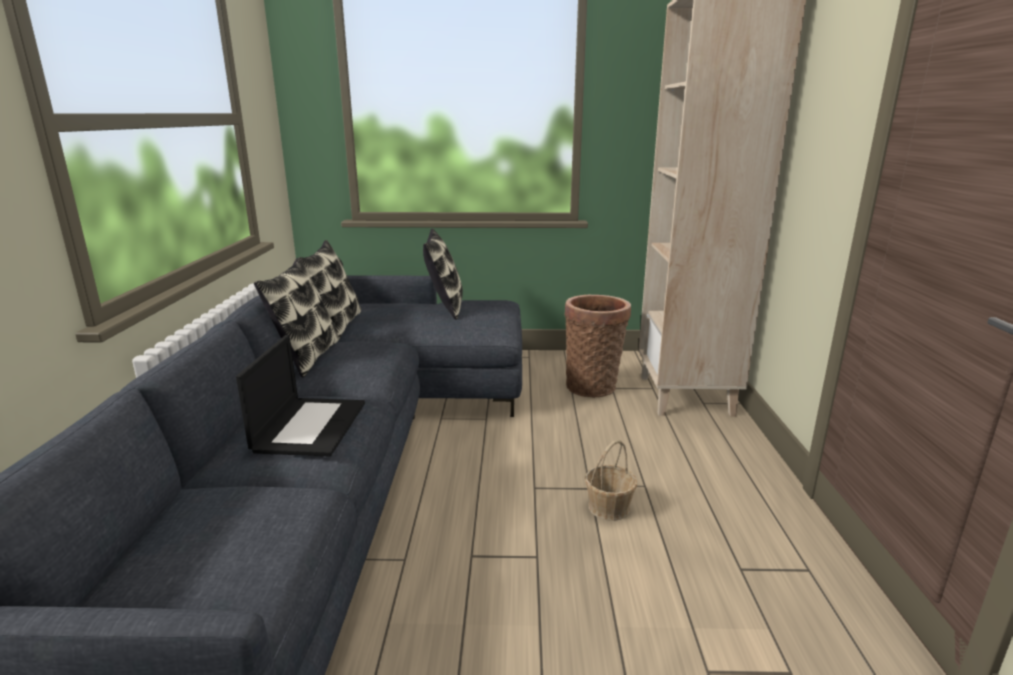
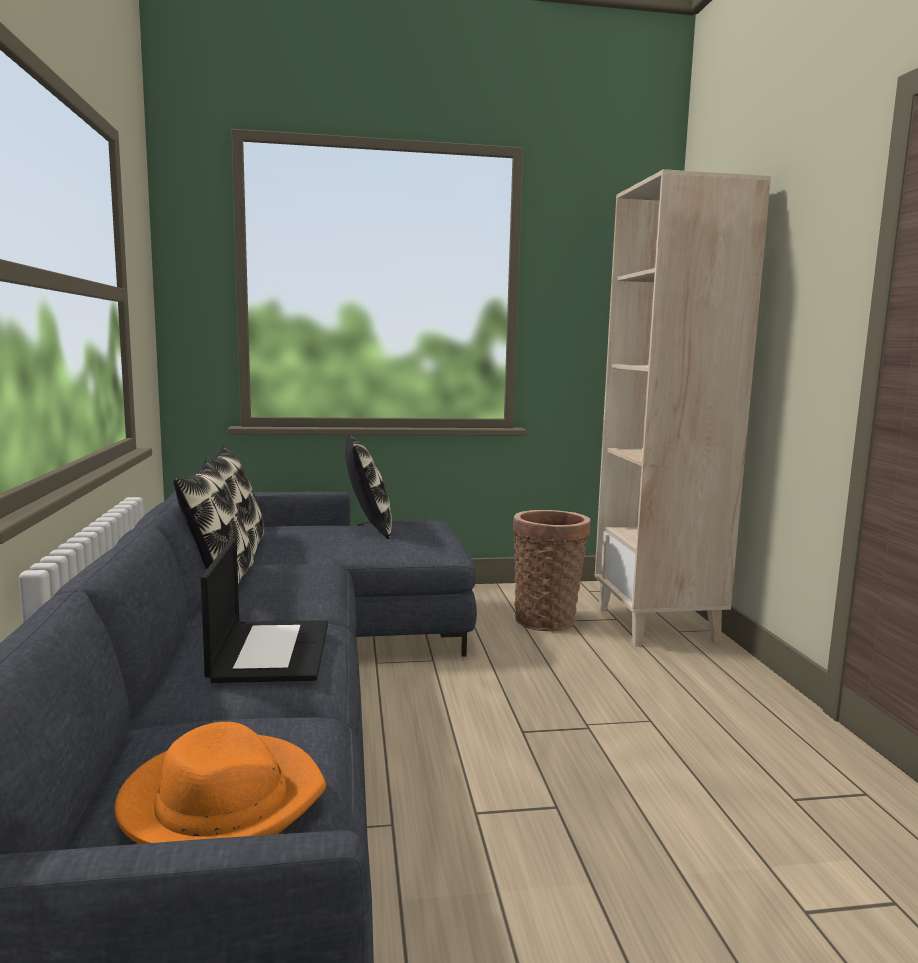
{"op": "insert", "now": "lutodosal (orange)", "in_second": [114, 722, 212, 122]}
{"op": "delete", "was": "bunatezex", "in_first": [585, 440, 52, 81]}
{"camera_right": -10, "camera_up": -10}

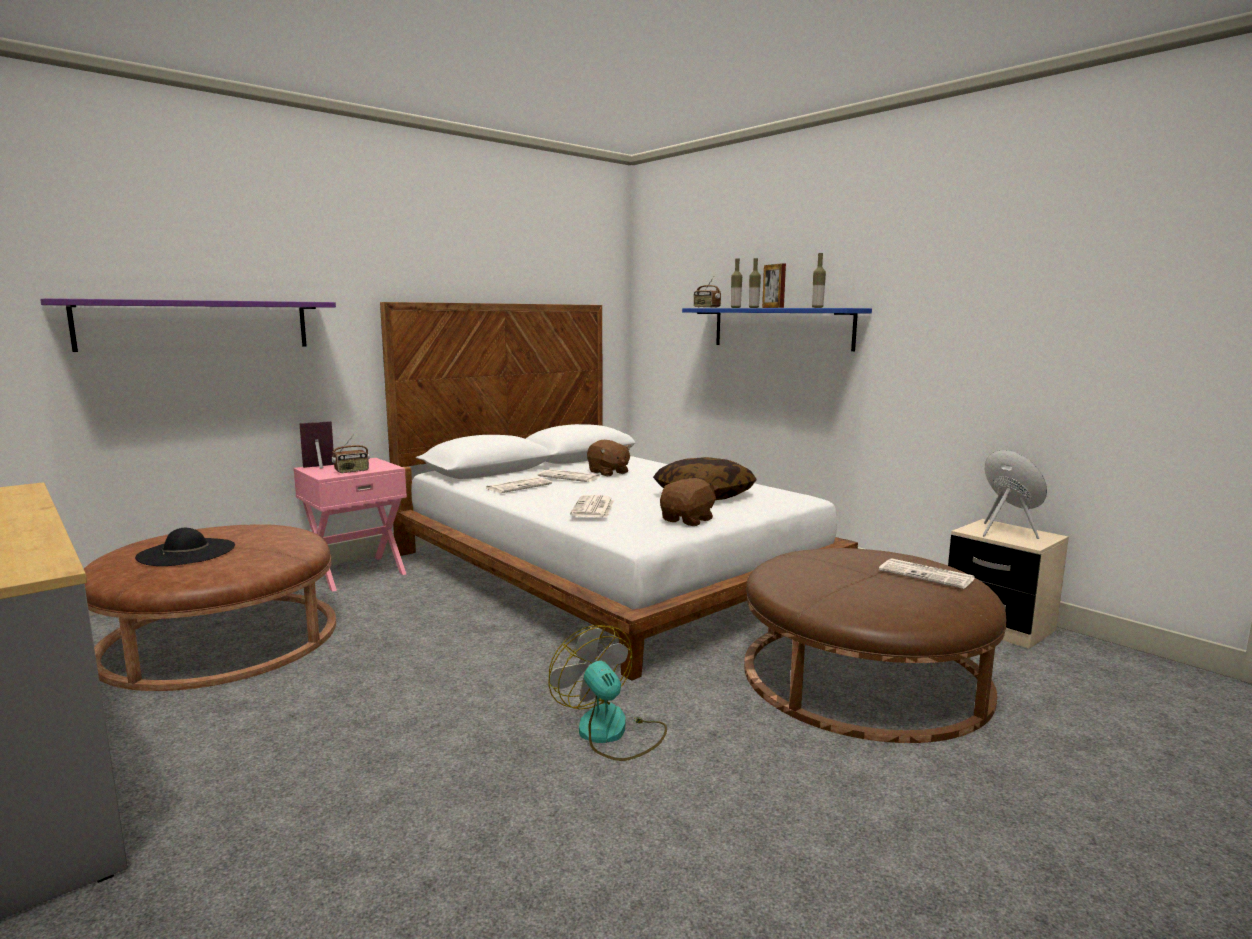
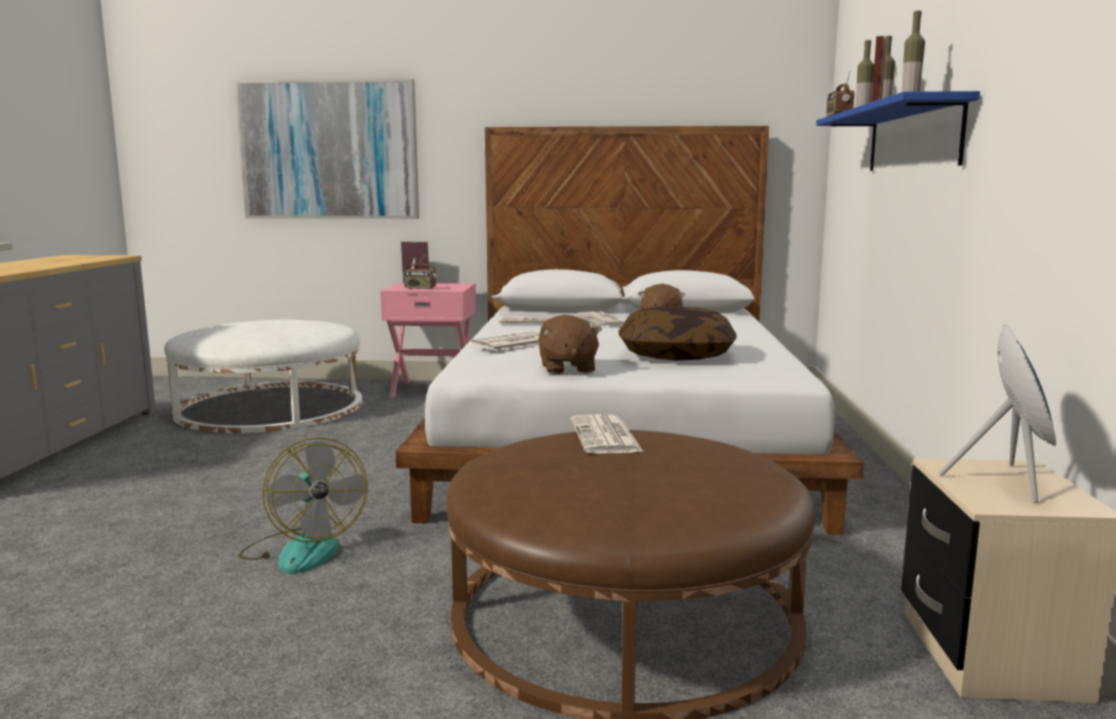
{"op": "recolor", "was": "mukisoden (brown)", "now": "mukisoden (white)", "in_first": [84, 524, 252, 167], "in_second": [164, 320, 198, 113]}
{"op": "replace", "was": "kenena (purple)", "now": "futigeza", "in_first": [40, 298, 296, 54], "in_second": [235, 79, 184, 140]}
{"op": "rotate", "was": "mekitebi", "in_first": [548, 625, 119, 136], "in_second": [238, 437, 130, 137], "clockwise": 135}
{"op": "rotate", "was": "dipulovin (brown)", "in_first": [660, 478, 58, 48], "in_second": [538, 315, 64, 59], "clockwise": 90}
{"op": "move", "was": "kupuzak", "in_first": [879, 558, 96, 31], "in_second": [571, 414, 72, 40]}
{"op": "delete", "was": "lutodosal (black)", "in_first": [135, 528, 100, 38]}
{"camera_right": 45, "camera_up": 0}

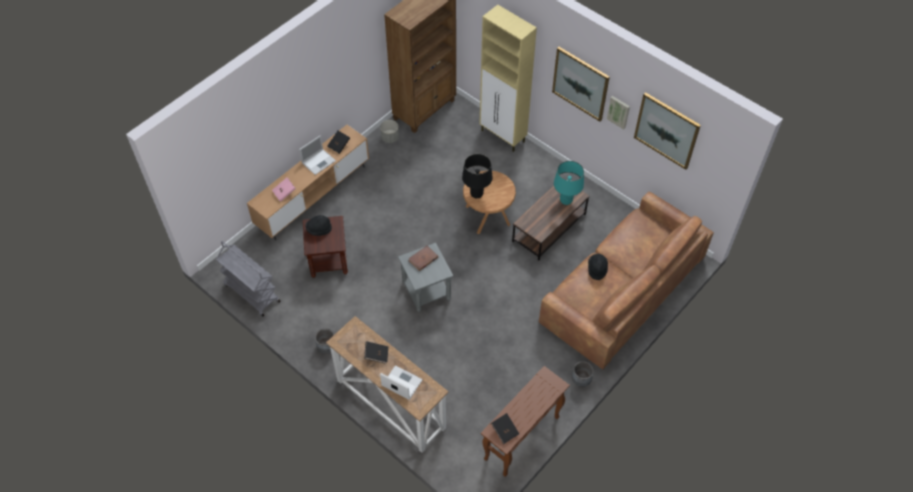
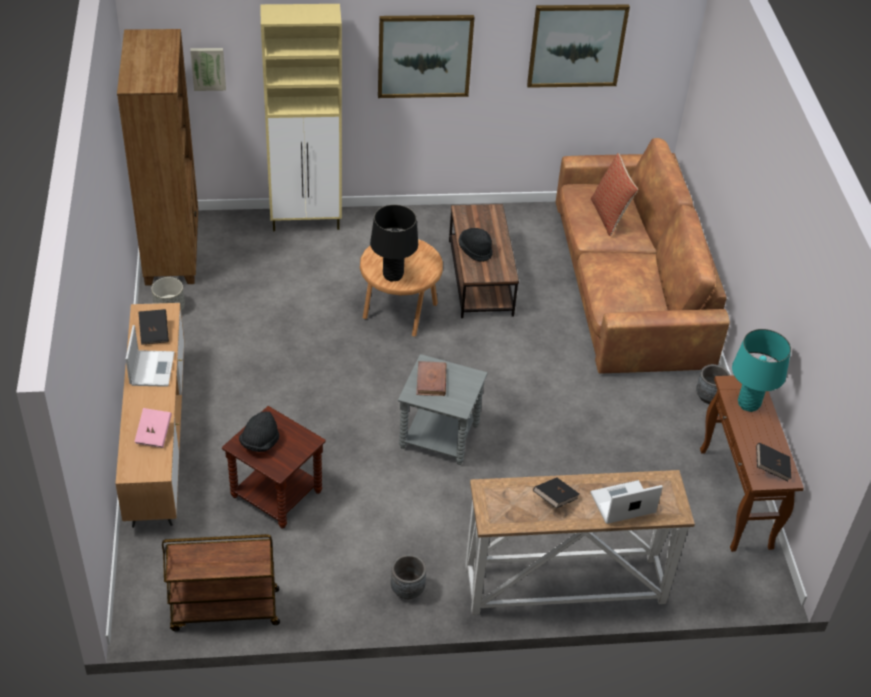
{"op": "recolor", "was": "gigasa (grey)", "now": "gigasa (brown)", "in_first": [216, 241, 64, 76], "in_second": [162, 534, 118, 97]}
{"op": "move", "was": "futigeza", "in_first": [607, 96, 23, 34], "in_second": [190, 48, 36, 43]}
{"op": "move", "was": "lutodosal (black)", "in_first": [588, 254, 20, 26], "in_second": [459, 228, 34, 34]}
{"op": "insert", "now": "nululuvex", "in_second": [591, 153, 47, 83]}
{"op": "move", "was": "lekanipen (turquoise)", "in_first": [554, 161, 30, 44], "in_second": [732, 329, 59, 83]}
{"camera_right": -50, "camera_up": -10}

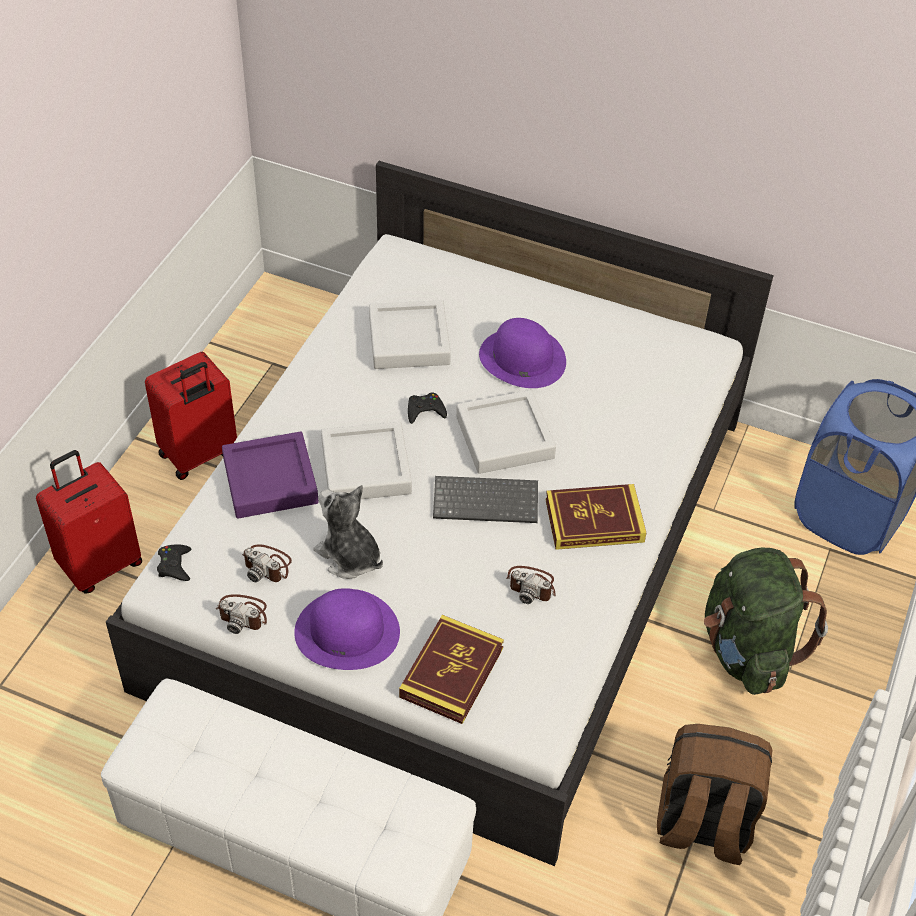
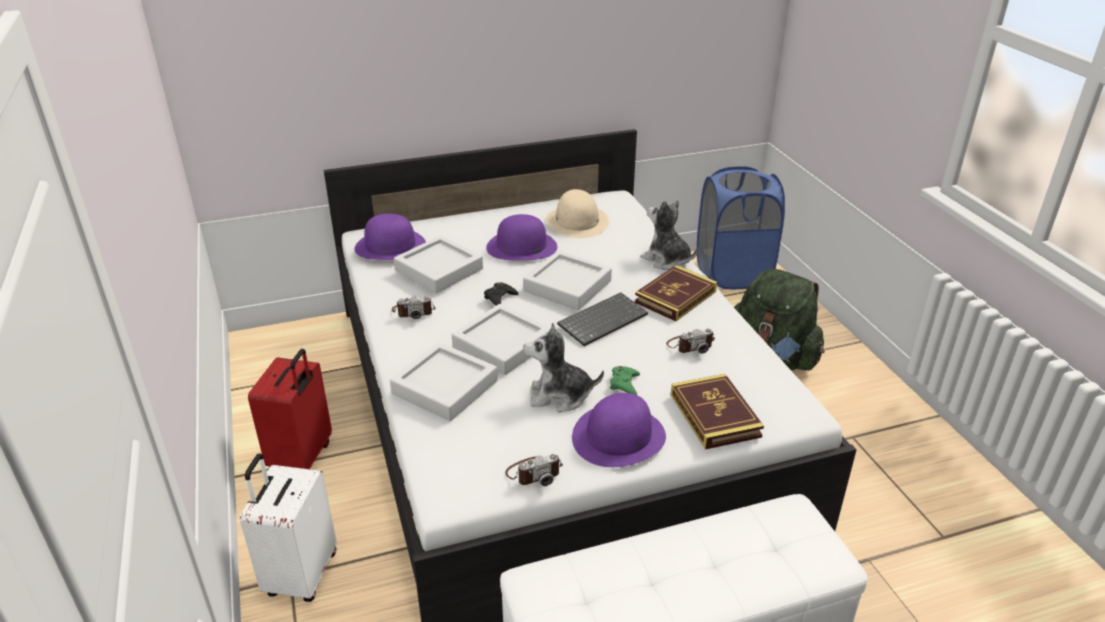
{"op": "recolor", "was": "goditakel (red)", "now": "goditakel (white)", "in_first": [36, 450, 106, 143], "in_second": [240, 453, 96, 149]}
{"op": "insert", "now": "lutodosal (purple)", "in_second": [355, 214, 71, 46]}
{"op": "recolor", "was": "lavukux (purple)", "now": "lavukux (grey)", "in_first": [222, 431, 97, 88], "in_second": [390, 342, 108, 79]}
{"op": "move", "was": "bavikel", "in_first": [242, 544, 50, 39], "in_second": [392, 296, 43, 23]}
{"op": "insert", "now": "lutodosal (beige)", "in_second": [546, 189, 63, 49]}
{"op": "insert", "now": "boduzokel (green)", "in_second": [610, 366, 30, 29]}
{"op": "insert", "now": "dipulovin", "in_second": [640, 200, 58, 70]}
{"op": "delete", "was": "boduzokel (black)", "in_first": [157, 544, 34, 37]}
{"op": "delete", "was": "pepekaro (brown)", "in_first": [657, 724, 115, 141]}
{"camera_right": -40, "camera_up": -15}

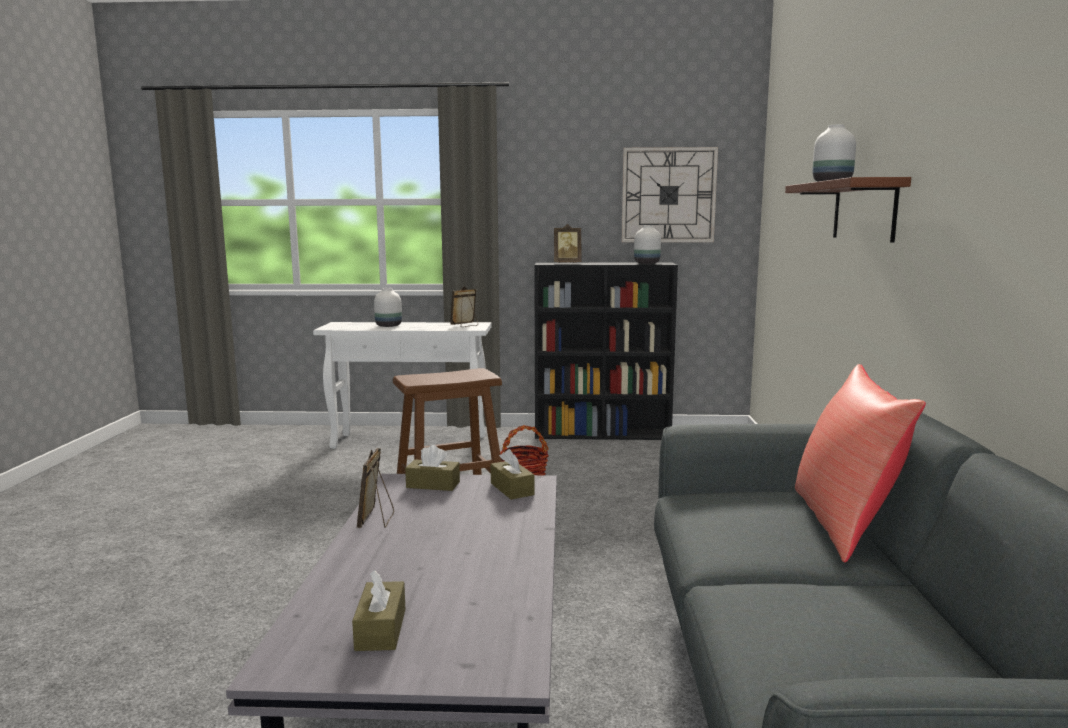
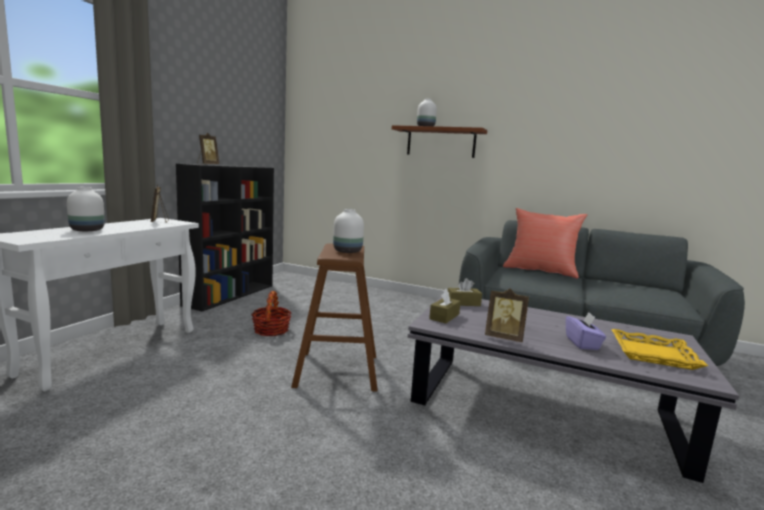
{"op": "move", "was": "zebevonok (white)", "in_first": [634, 225, 27, 39], "in_second": [333, 209, 31, 44]}
{"op": "insert", "now": "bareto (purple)", "in_second": [566, 312, 40, 38]}
{"op": "replace", "was": "bareto (brown)", "now": "lavukux (yellow)", "in_first": [352, 570, 53, 81], "in_second": [611, 329, 97, 41]}
{"op": "delete", "was": "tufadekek", "in_first": [622, 147, 96, 95]}
{"camera_right": -70, "camera_up": 0}

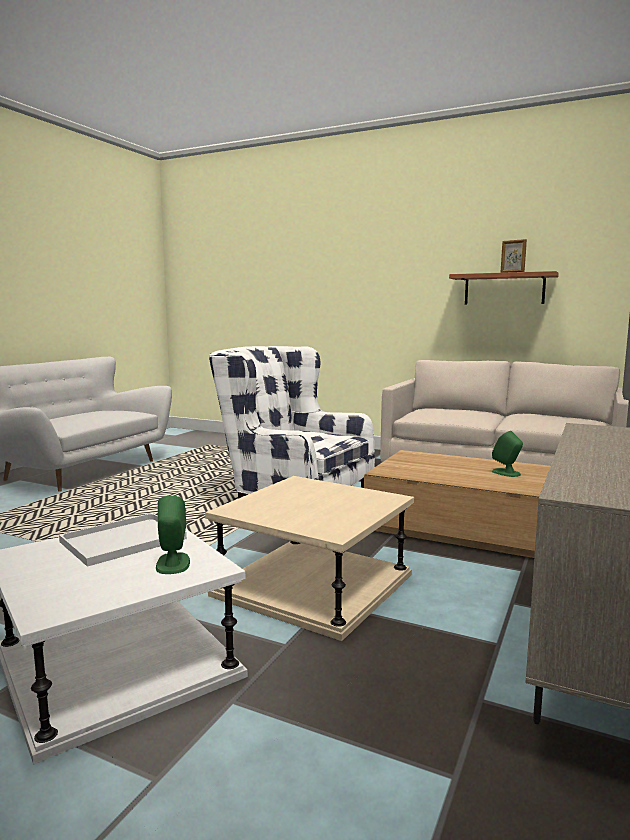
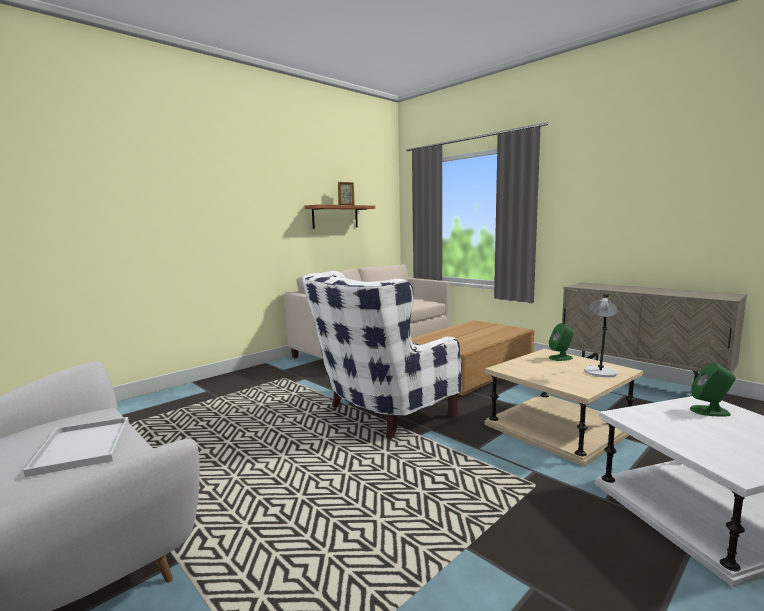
{"op": "move", "was": "lavukux (white)", "in_first": [59, 513, 128, 54], "in_second": [23, 417, 106, 60]}
{"op": "move", "was": "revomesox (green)", "in_first": [492, 431, 31, 46], "in_second": [549, 323, 25, 38]}
{"op": "insert", "now": "lekanipen (grey)", "in_second": [584, 294, 34, 83]}
{"camera_right": -70, "camera_up": 0}

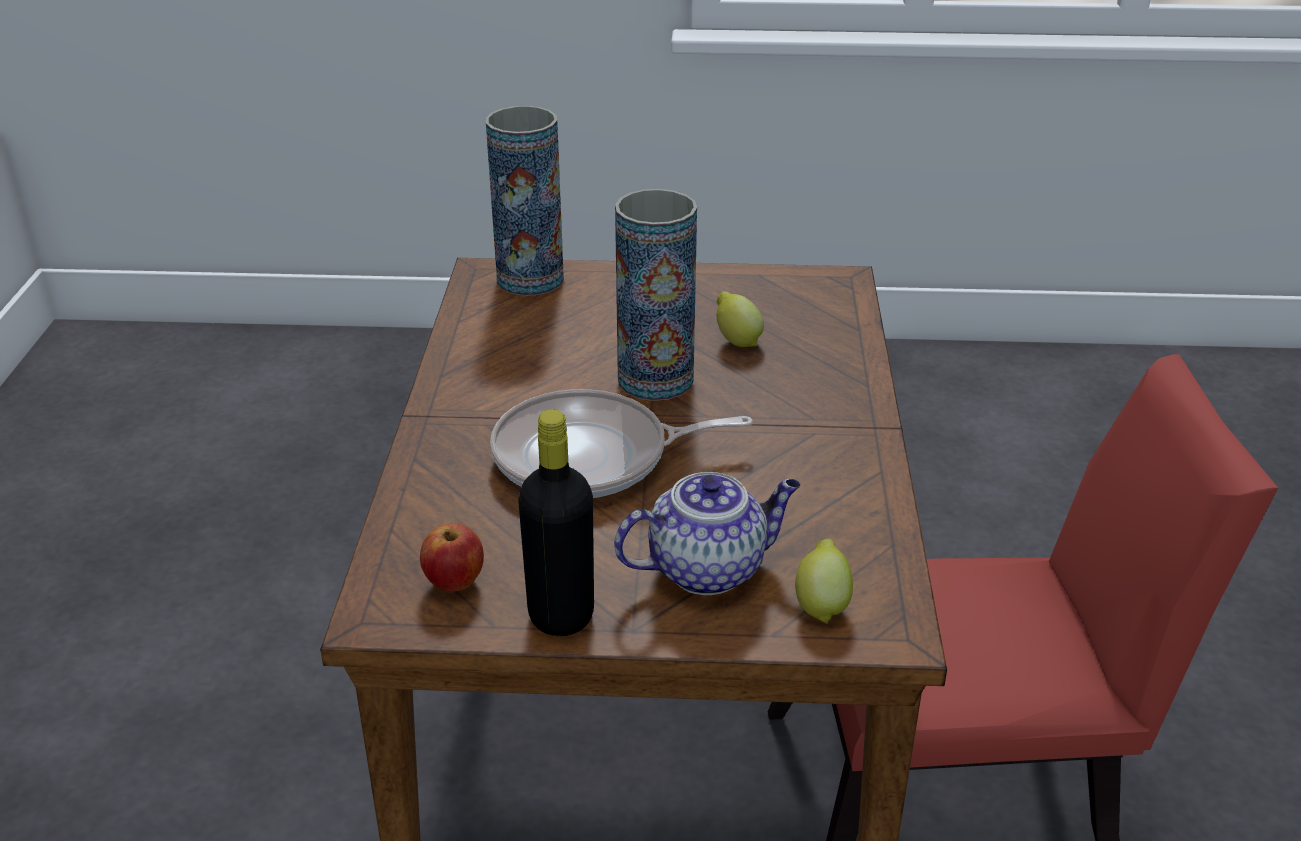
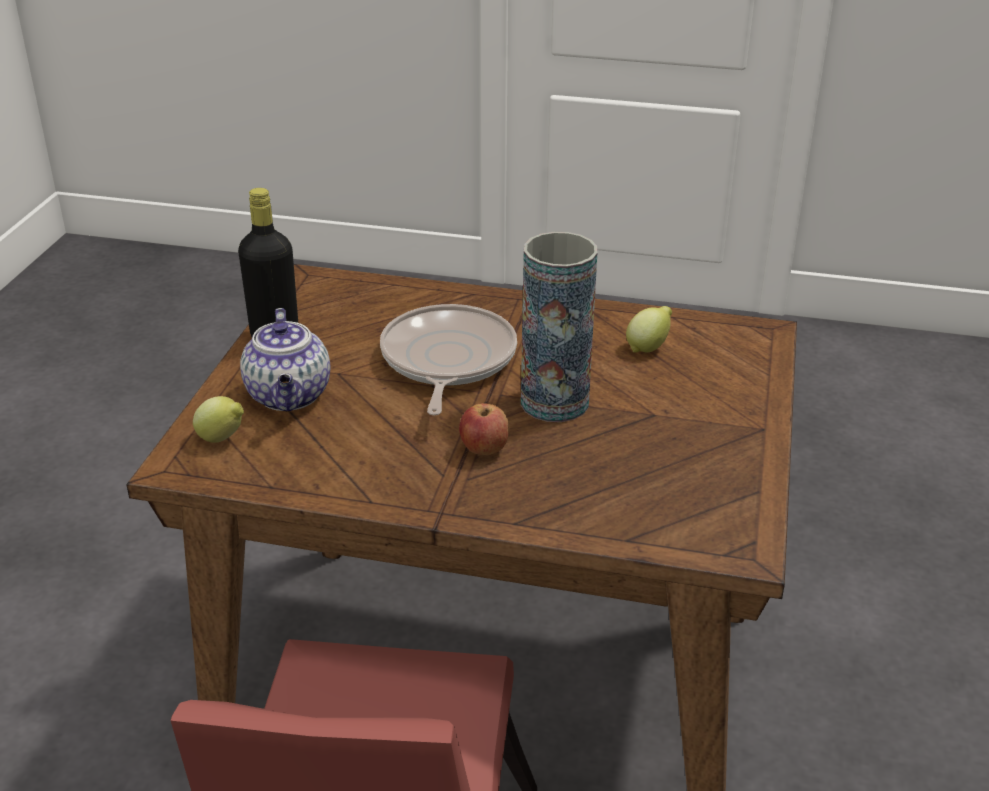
{"op": "move", "was": "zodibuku", "in_first": [420, 523, 64, 68], "in_second": [459, 403, 50, 52]}
{"op": "move", "was": "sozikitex", "in_first": [717, 291, 47, 56], "in_second": [626, 306, 46, 47]}
{"op": "delete", "was": "zebevonok", "in_first": [486, 106, 78, 190]}
{"camera_right": 100, "camera_up": 0}

